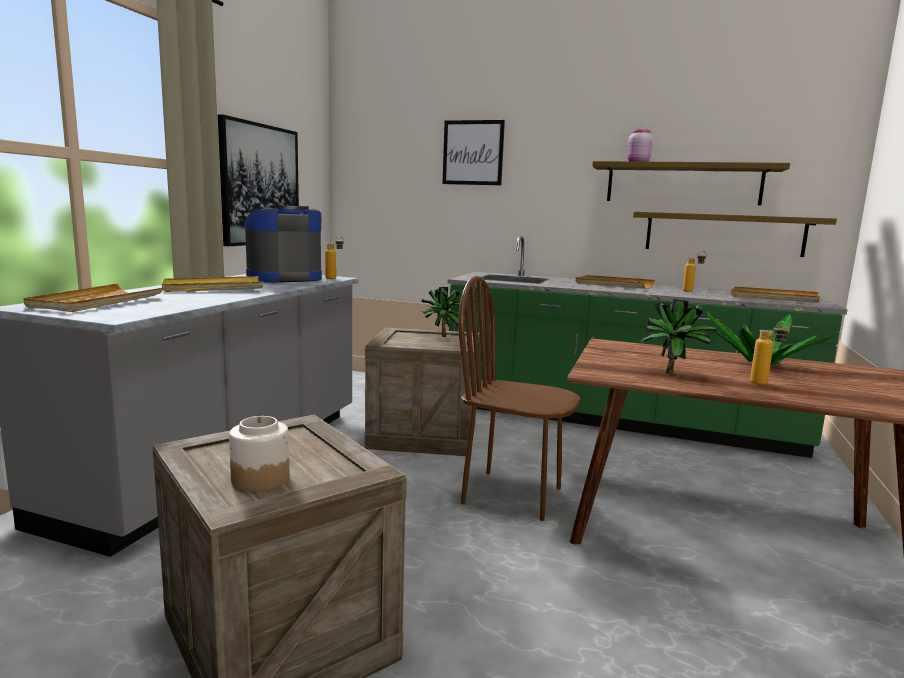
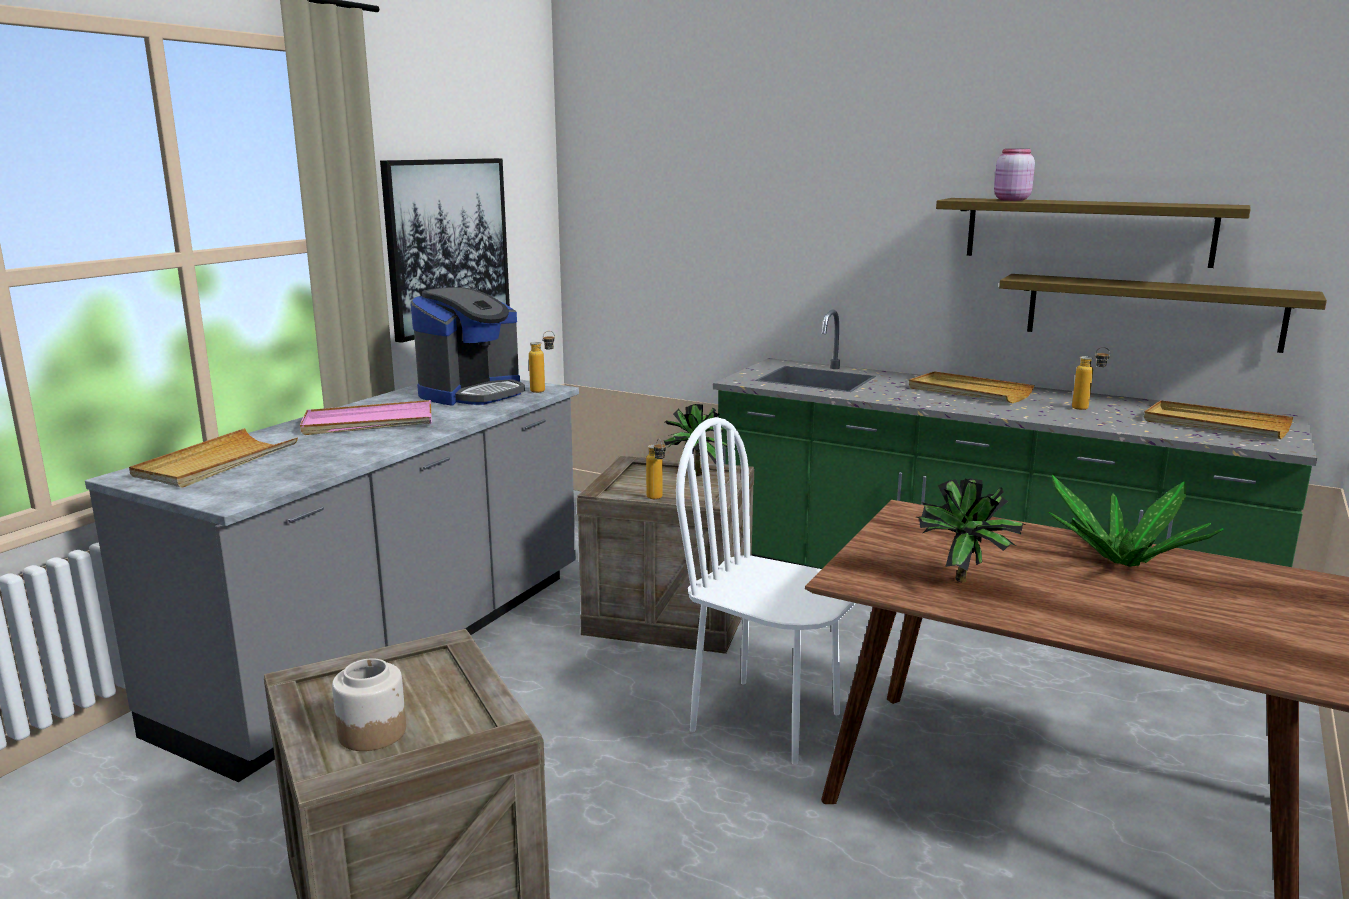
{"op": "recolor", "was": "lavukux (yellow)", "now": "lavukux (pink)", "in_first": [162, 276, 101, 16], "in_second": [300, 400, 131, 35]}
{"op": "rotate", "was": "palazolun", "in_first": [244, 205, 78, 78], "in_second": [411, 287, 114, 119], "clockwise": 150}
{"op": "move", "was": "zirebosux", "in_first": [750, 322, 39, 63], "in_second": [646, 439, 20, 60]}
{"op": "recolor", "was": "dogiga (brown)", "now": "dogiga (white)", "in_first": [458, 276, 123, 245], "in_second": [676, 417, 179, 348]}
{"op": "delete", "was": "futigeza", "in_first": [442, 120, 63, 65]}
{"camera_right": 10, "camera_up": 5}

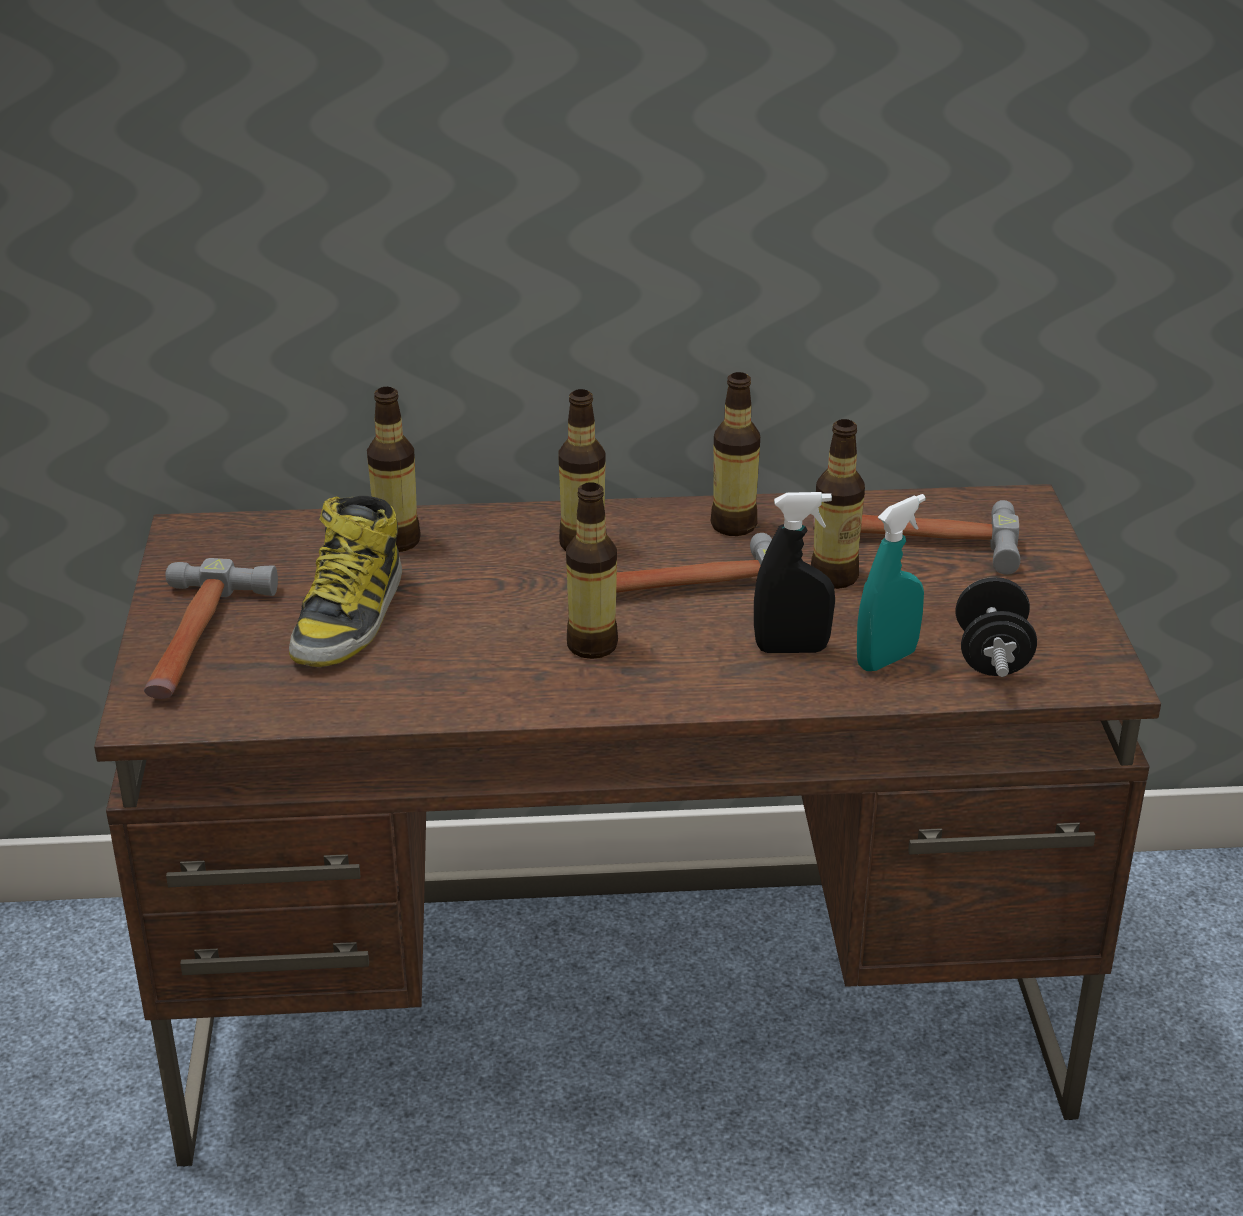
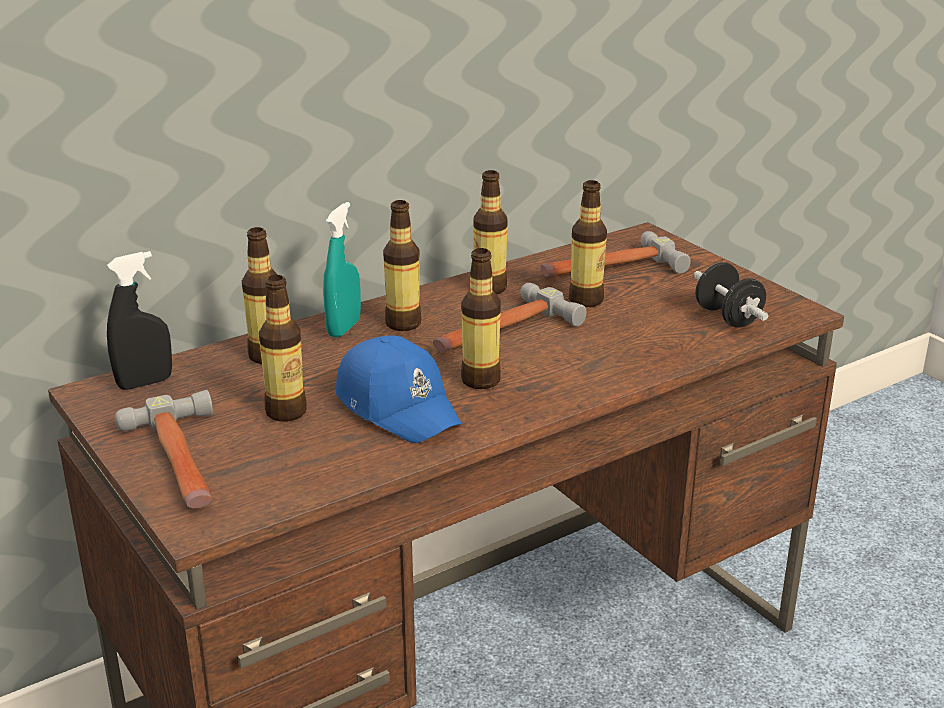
{"op": "move", "was": "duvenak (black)", "in_first": [754, 492, 81, 161], "in_second": [107, 251, 65, 139]}
{"op": "replace", "was": "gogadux", "now": "zirebosux", "in_first": [289, 496, 113, 171], "in_second": [259, 275, 48, 146]}
{"op": "move", "was": "duvenak (turquoise)", "in_first": [857, 494, 69, 177], "in_second": [323, 202, 38, 136]}
{"op": "insert", "now": "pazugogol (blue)", "in_second": [336, 335, 126, 108]}
{"camera_right": -30, "camera_up": -5}

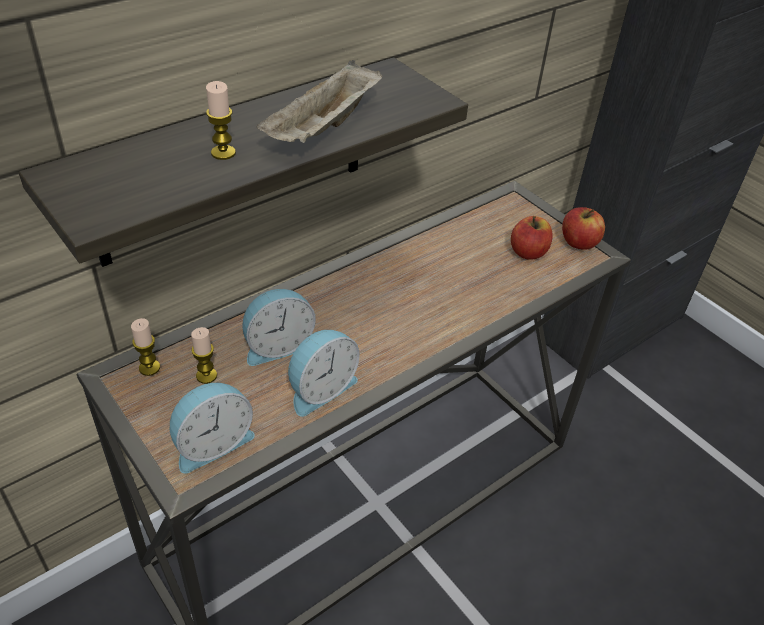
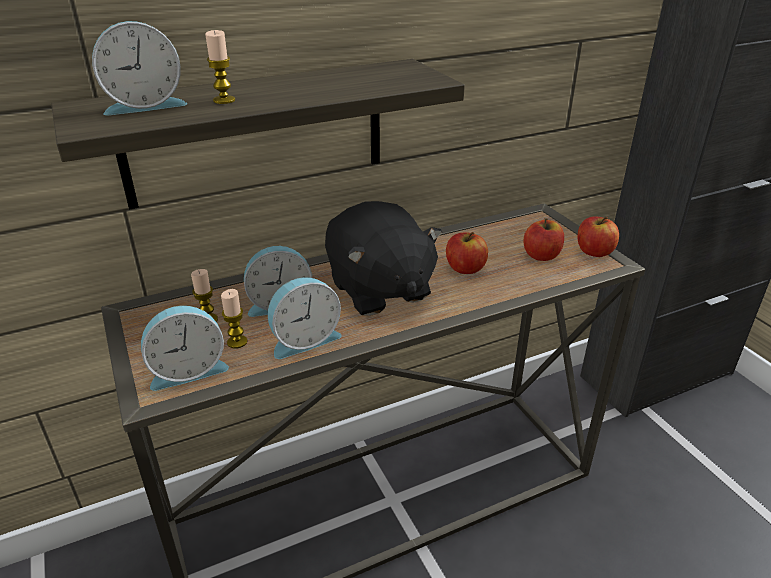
{"op": "insert", "now": "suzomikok", "in_second": [92, 21, 95, 94]}
{"op": "move", "was": "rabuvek", "in_first": [131, 318, 29, 58], "in_second": [221, 289, 26, 60]}
{"op": "insert", "now": "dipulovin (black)", "in_second": [325, 201, 118, 115]}
{"op": "insert", "now": "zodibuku", "in_second": [446, 232, 42, 42]}
{"op": "delete", "was": "lavukux (beige)", "in_first": [257, 60, 126, 83]}
{"camera_right": 15, "camera_up": -10}

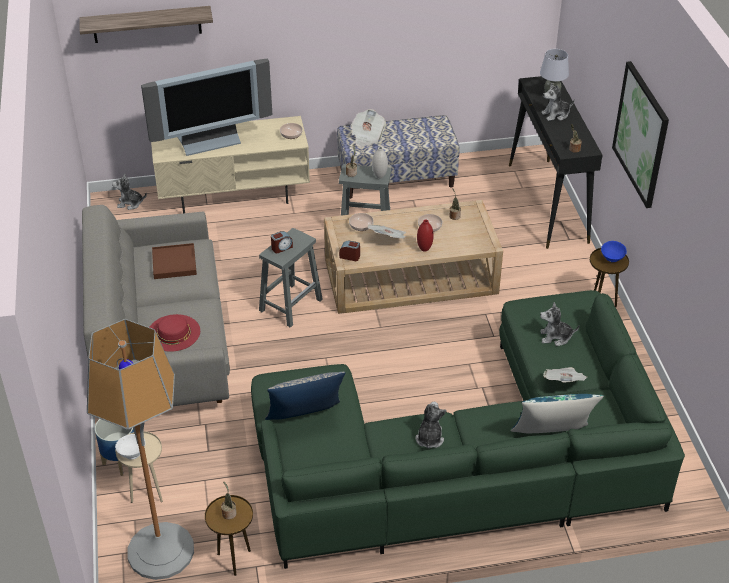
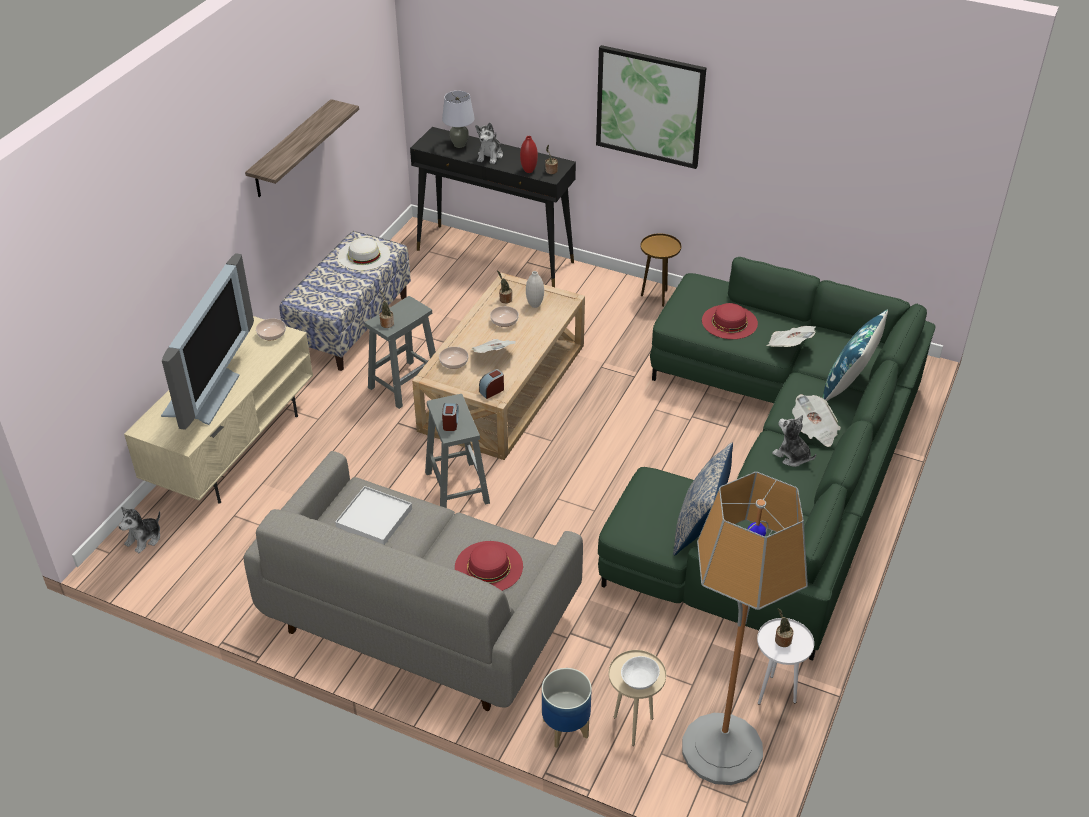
{"op": "move", "was": "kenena", "in_first": [79, 6, 134, 37], "in_second": [245, 99, 114, 98]}
{"op": "recolor", "was": "lavukux (brown)", "now": "lavukux (white)", "in_first": [152, 243, 45, 36], "in_second": [335, 486, 77, 59]}
{"op": "insert", "now": "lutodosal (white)", "in_second": [338, 238, 52, 33]}
{"op": "move", "was": "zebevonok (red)", "in_first": [417, 220, 17, 32], "in_second": [520, 136, 18, 37]}
{"op": "move", "was": "zebevonok (white)", "in_first": [372, 147, 16, 31], "in_second": [526, 271, 18, 37]}
{"op": "replace", "was": "dipulovin", "now": "lutodosal (red)", "in_first": [540, 302, 39, 44], "in_second": [702, 303, 56, 36]}
{"op": "recolor", "was": "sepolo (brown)", "now": "sepolo (white)", "in_first": [205, 495, 48, 81], "in_second": [757, 618, 57, 87]}
{"op": "move", "was": "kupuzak", "in_first": [351, 109, 35, 38], "in_second": [792, 394, 49, 53]}
{"op": "delete", "was": "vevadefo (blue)", "in_first": [601, 241, 26, 21]}
{"camera_right": -55, "camera_up": 0}

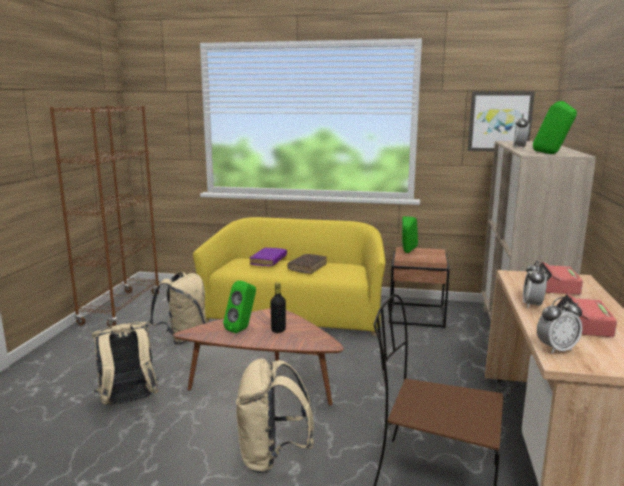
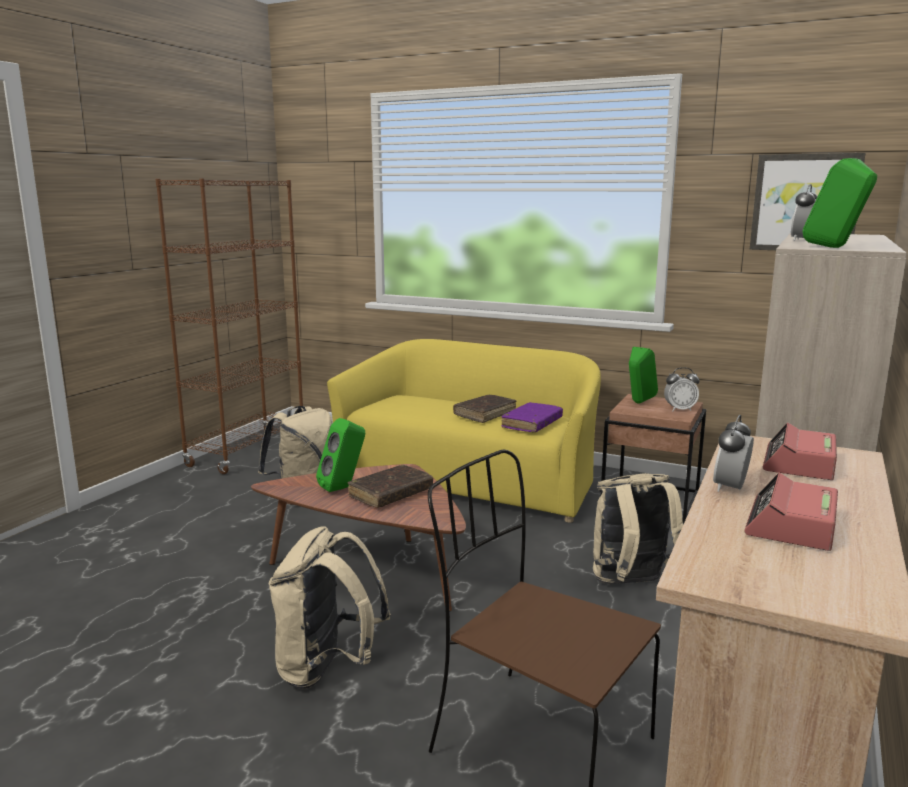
{"op": "replace", "was": "zirebosux (black)", "now": "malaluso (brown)", "in_first": [270, 282, 16, 51], "in_second": [347, 465, 86, 43]}
{"op": "move", "was": "malaluso (purple)", "in_first": [250, 247, 37, 19], "in_second": [502, 402, 61, 30]}
{"op": "move", "was": "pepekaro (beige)", "in_first": [92, 322, 67, 83], "in_second": [593, 473, 90, 111]}
{"op": "move", "was": "suzomikok", "in_first": [537, 297, 45, 57], "in_second": [664, 367, 36, 44]}
{"camera_right": 15, "camera_up": 0}

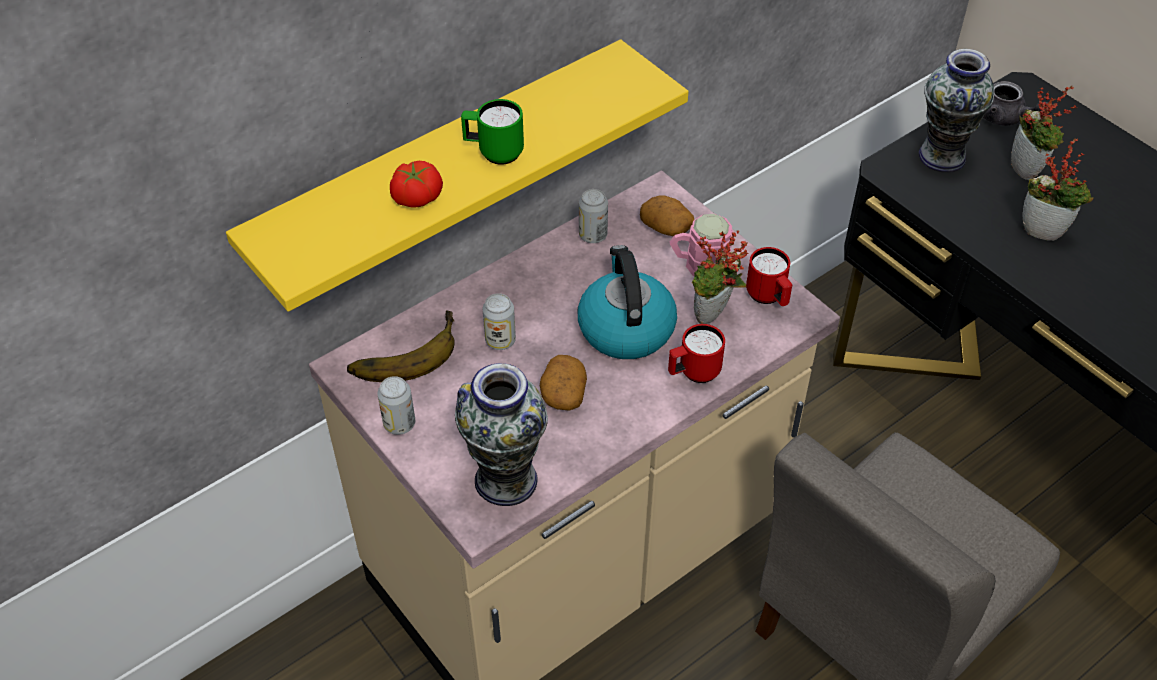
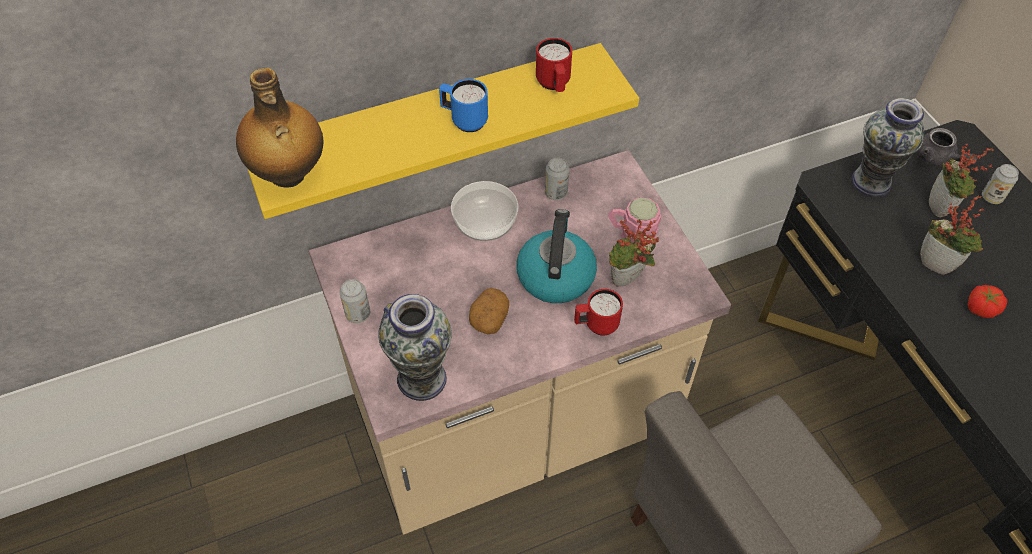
{"op": "insert", "now": "zirebosux", "in_second": [236, 68, 87, 120]}
{"op": "recolor", "was": "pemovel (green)", "now": "pemovel (blue)", "in_first": [461, 99, 63, 66], "in_second": [439, 79, 49, 53]}
{"op": "insert", "now": "vevadefo", "in_second": [451, 181, 67, 60]}
{"op": "move", "was": "pemovel (red)", "in_first": [746, 247, 46, 59], "in_second": [536, 38, 36, 54]}
{"op": "move", "was": "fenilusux", "in_first": [390, 161, 53, 47], "in_second": [968, 285, 39, 33]}
{"op": "move", "was": "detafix", "in_first": [483, 293, 33, 57], "in_second": [982, 164, 37, 40]}
{"op": "delete", "was": "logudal", "in_first": [347, 310, 108, 72]}
{"op": "delete", "was": "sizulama", "in_first": [640, 195, 54, 41]}
{"camera_right": 15, "camera_up": 5}

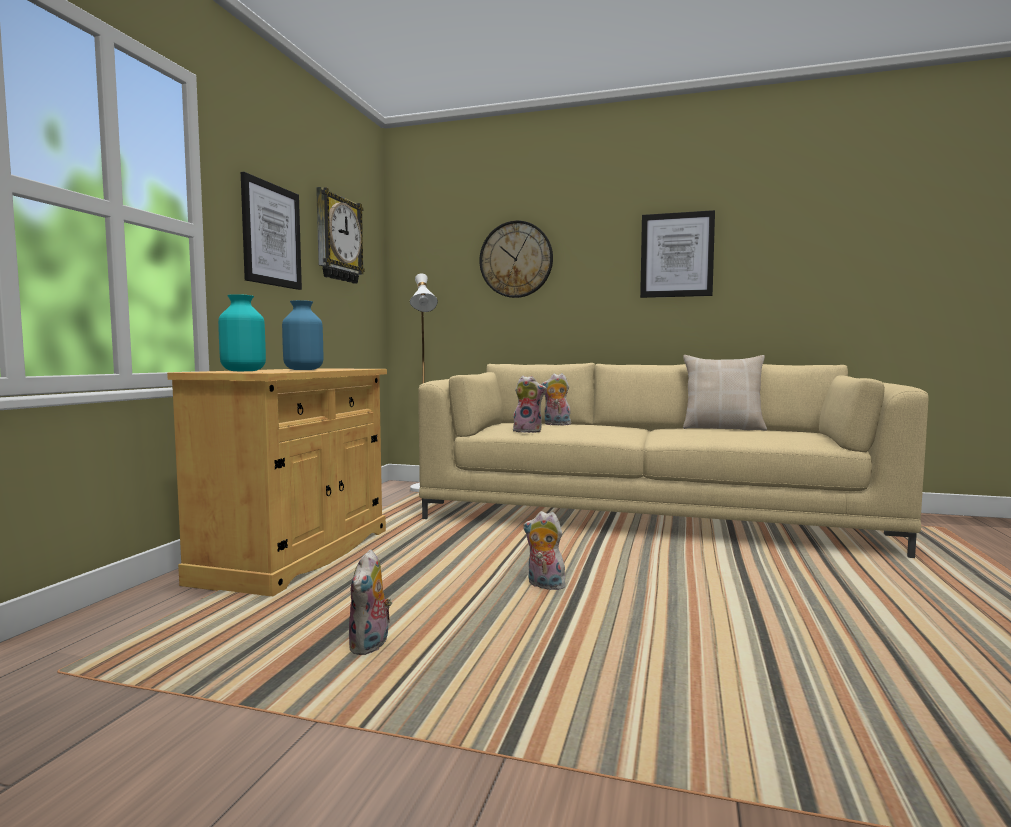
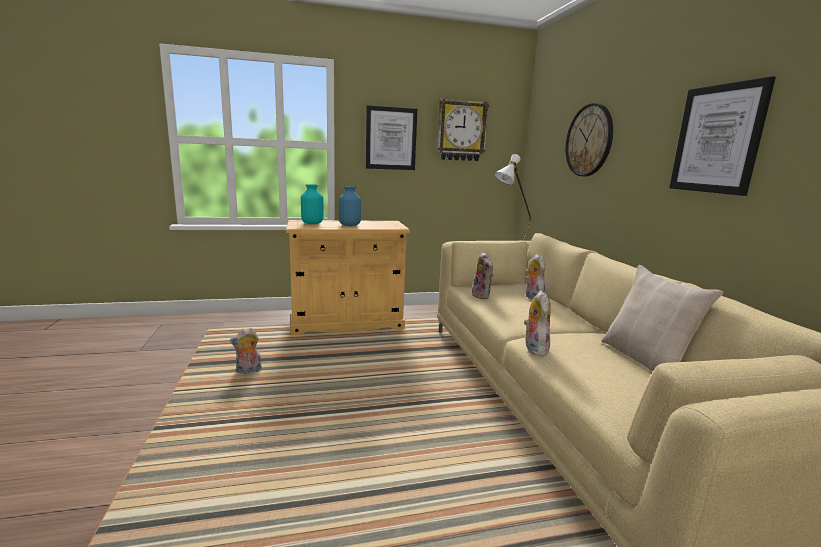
{"op": "move", "was": "dipulovin", "in_first": [523, 511, 46, 79], "in_second": [524, 291, 27, 65]}
{"camera_right": 60, "camera_up": 10}

